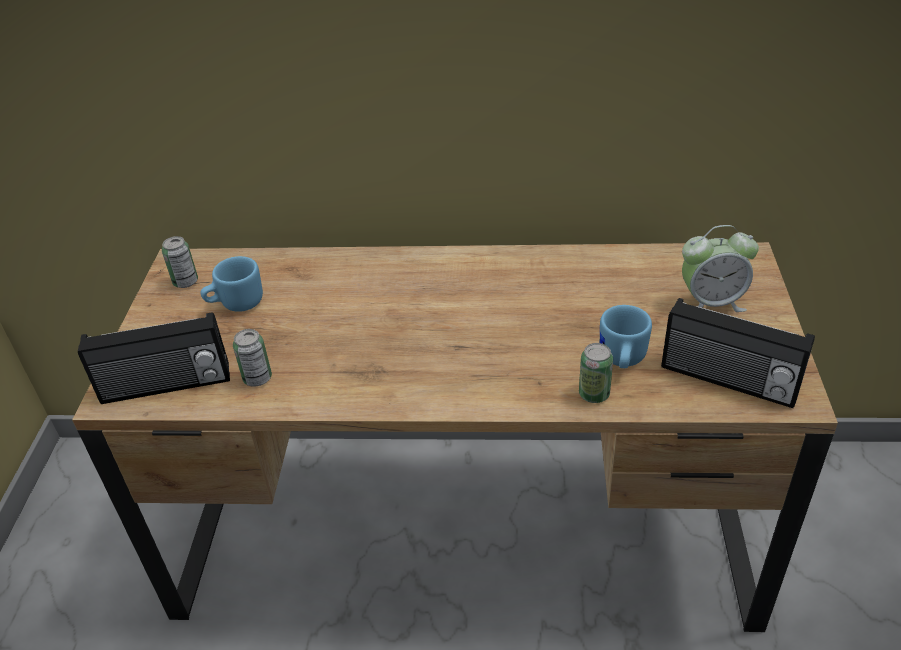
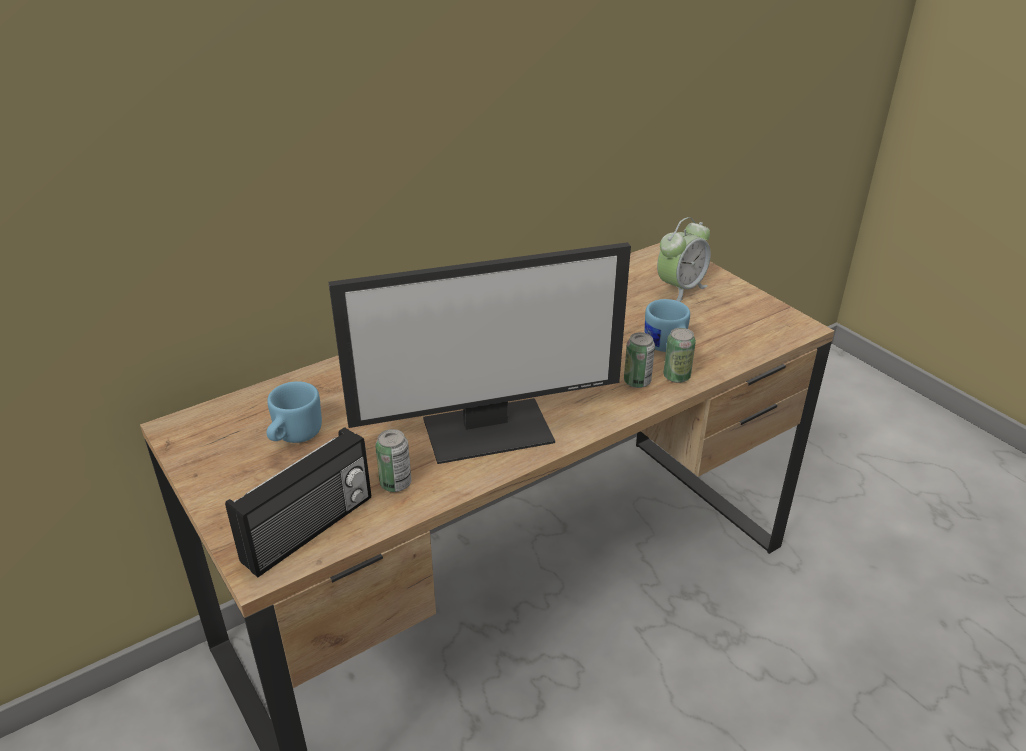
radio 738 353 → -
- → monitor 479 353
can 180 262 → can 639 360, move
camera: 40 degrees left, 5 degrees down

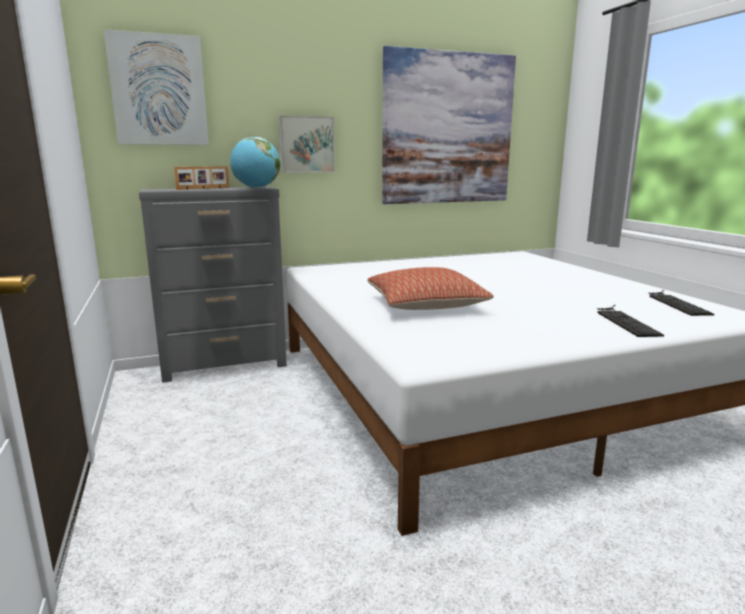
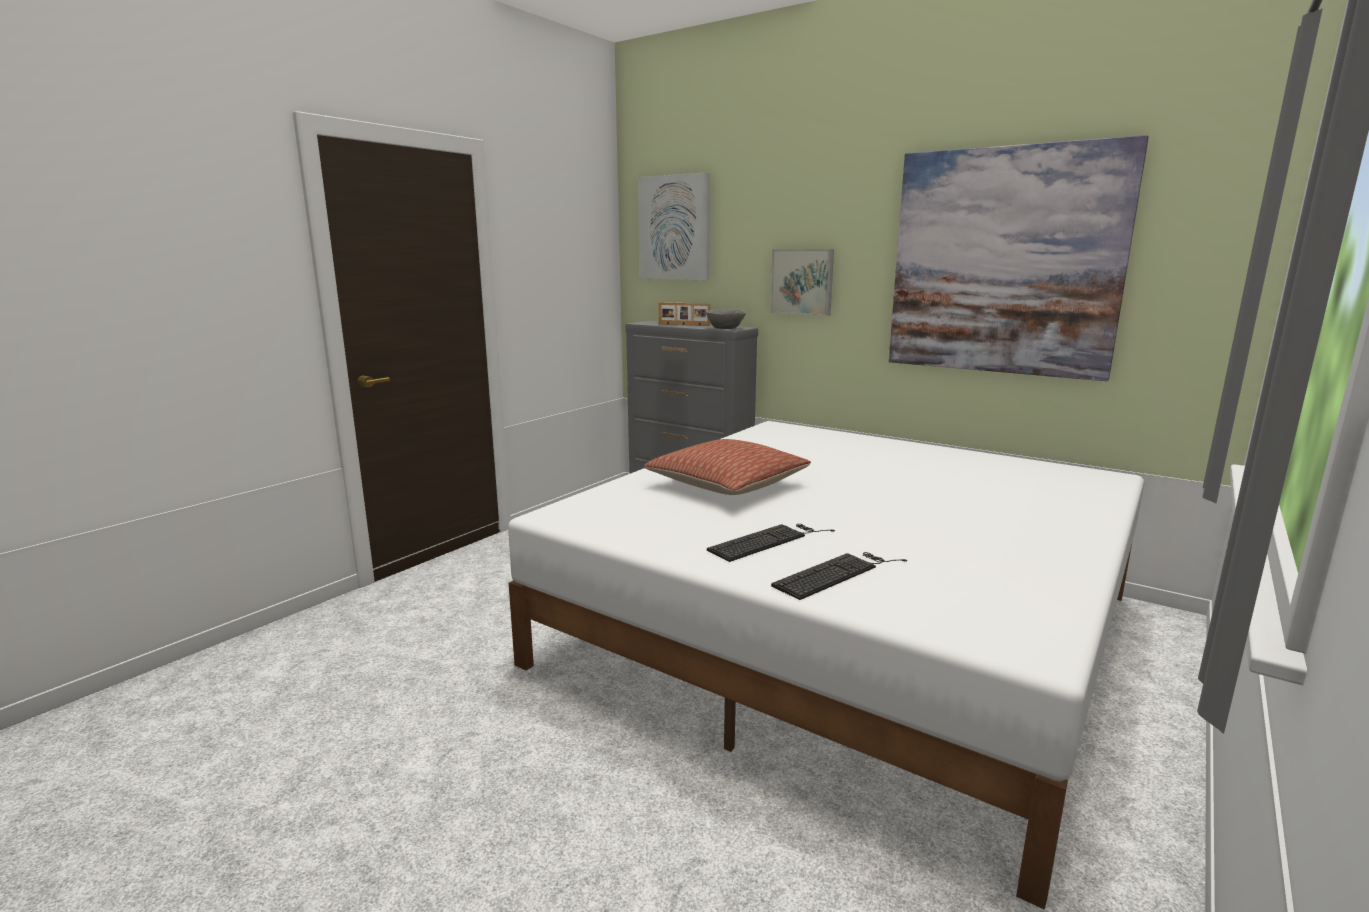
keyboard 681 303 → keyboard 771 543, move
globe 255 162 → bowl (grey) 726 319
camera: 55 degrees right, 0 degrees up

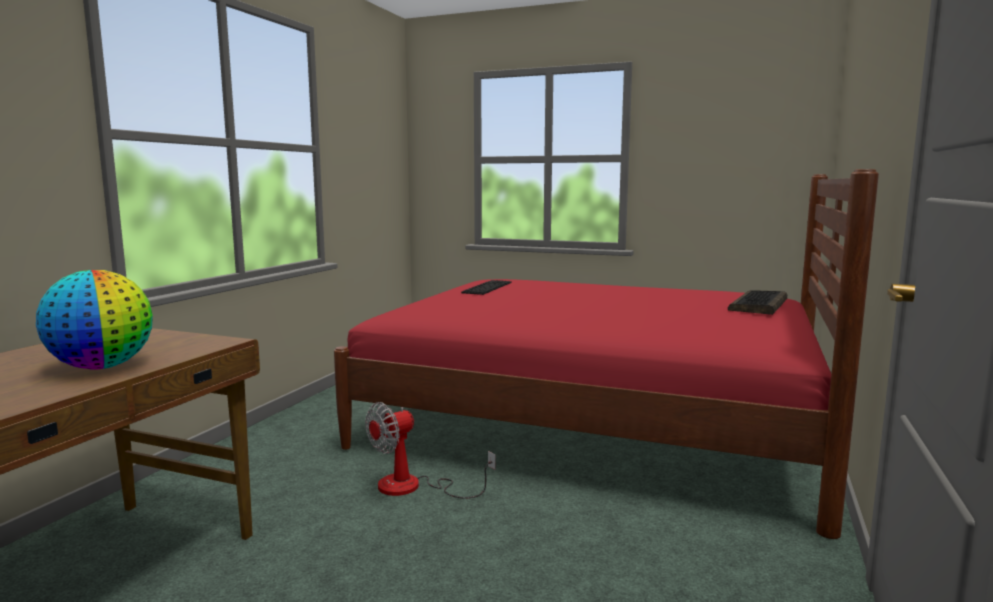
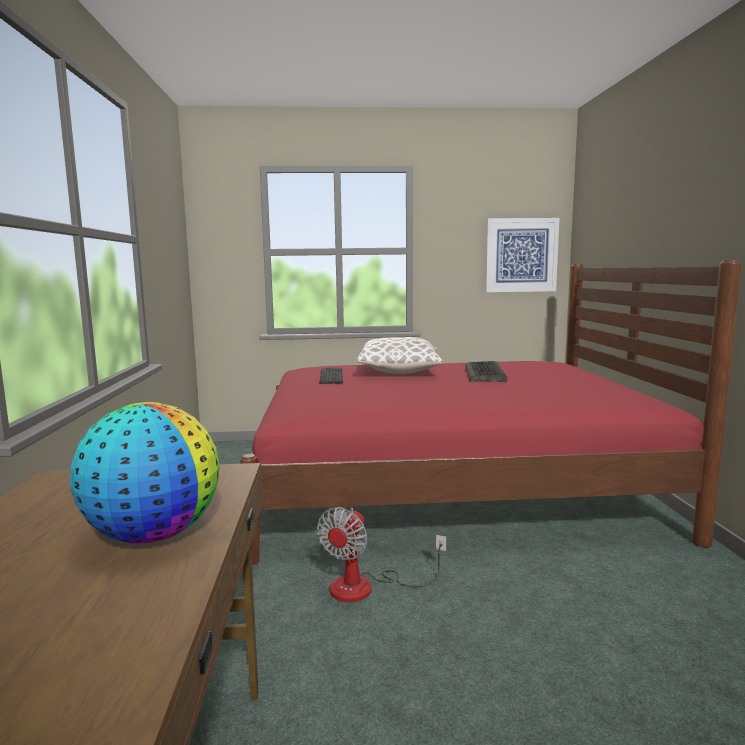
- → pillow 399 355
- → picture 522 255
keyboard 757 302 → keyboard 486 371, move
camera: 25 degrees left, 0 degrees up

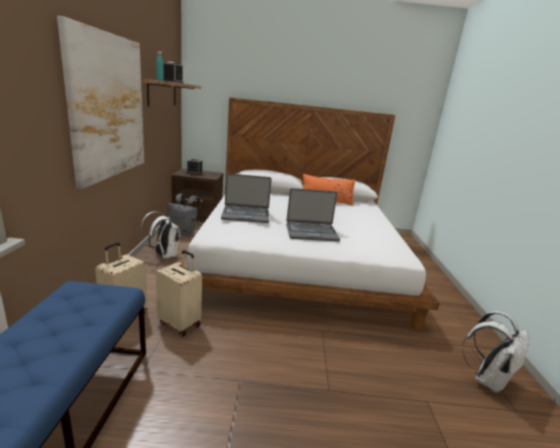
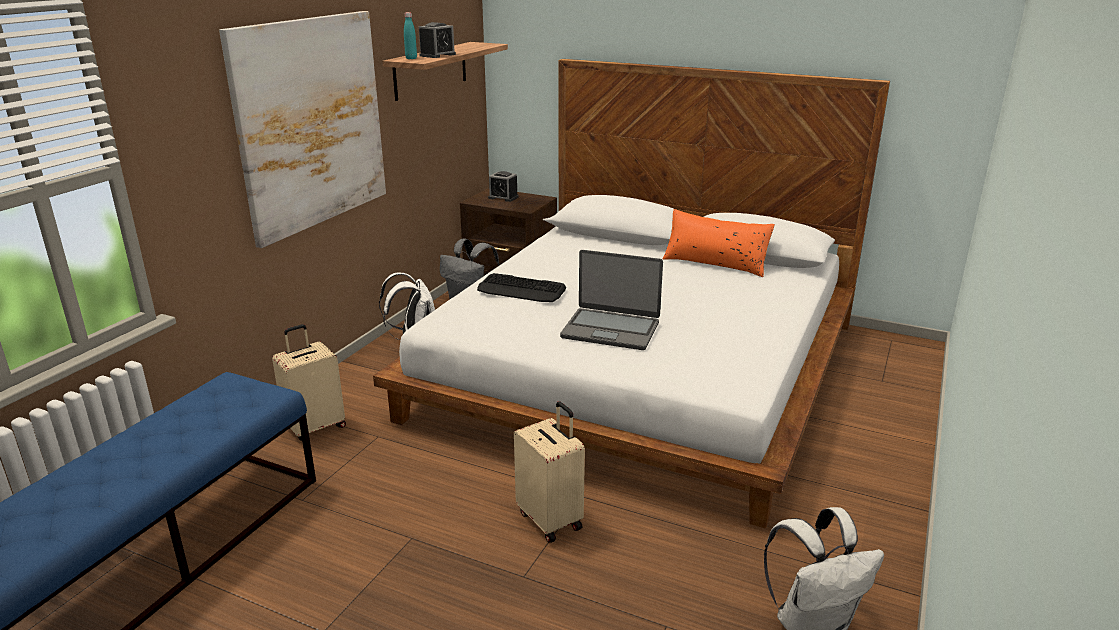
suitcase (beige) 178 293 → suitcase (beige) 549 472, move
laptop 246 198 → keyboard 521 287
camera: 25 degrees right, 5 degrees up

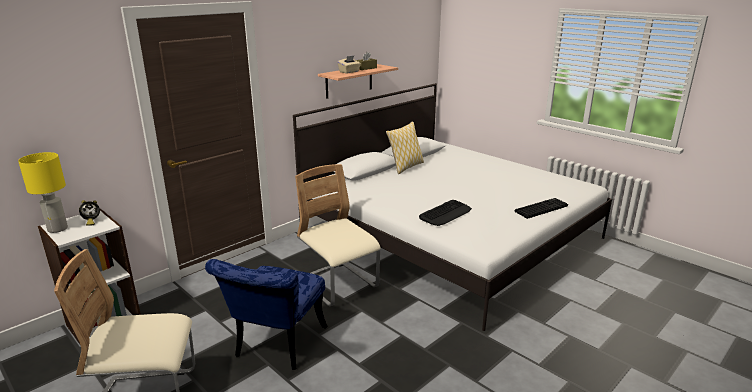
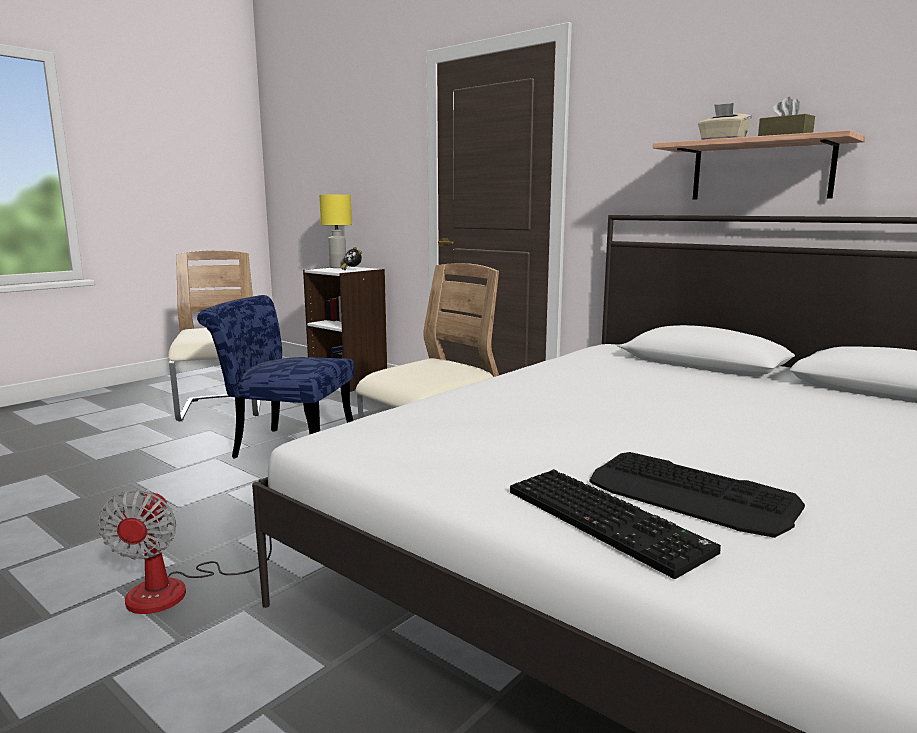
pillow 405 148 → -
- → fan 184 551
keyboard 445 213 → keyboard 697 495, move
camera: 85 degrees right, 10 degrees down

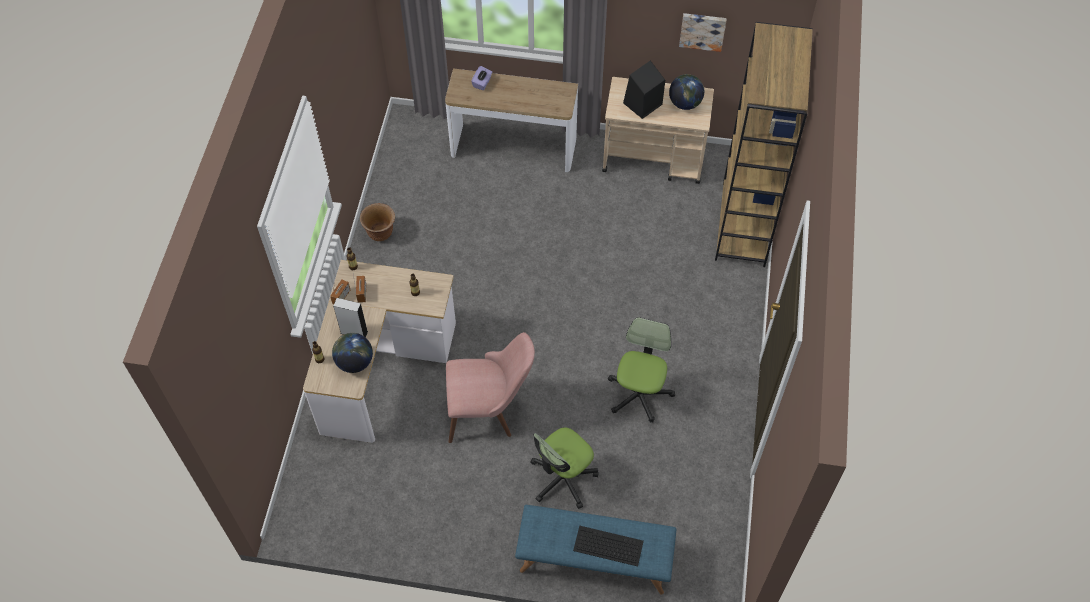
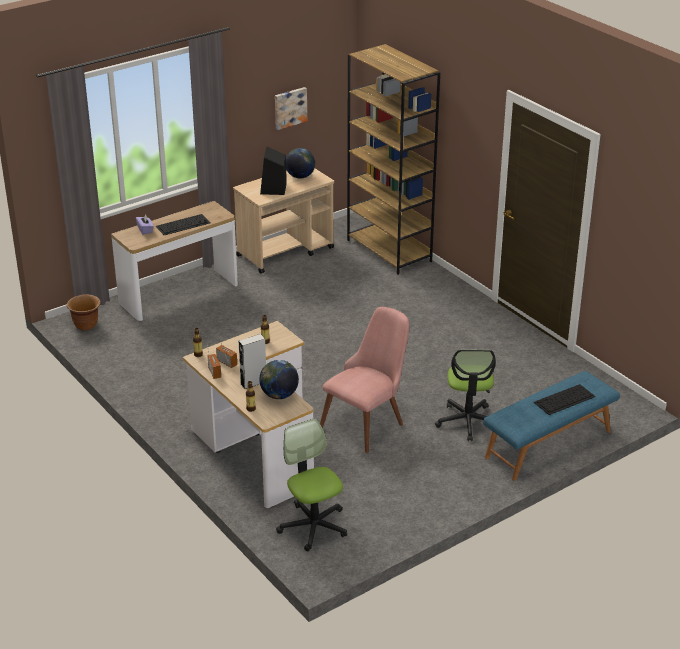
- → keyboard 183 224
planter (brown) 377 222 → planter (brown) 84 312, move
office chair 641 369 → office chair 311 485, move
camera: 45 degrees left, 25 degrees down

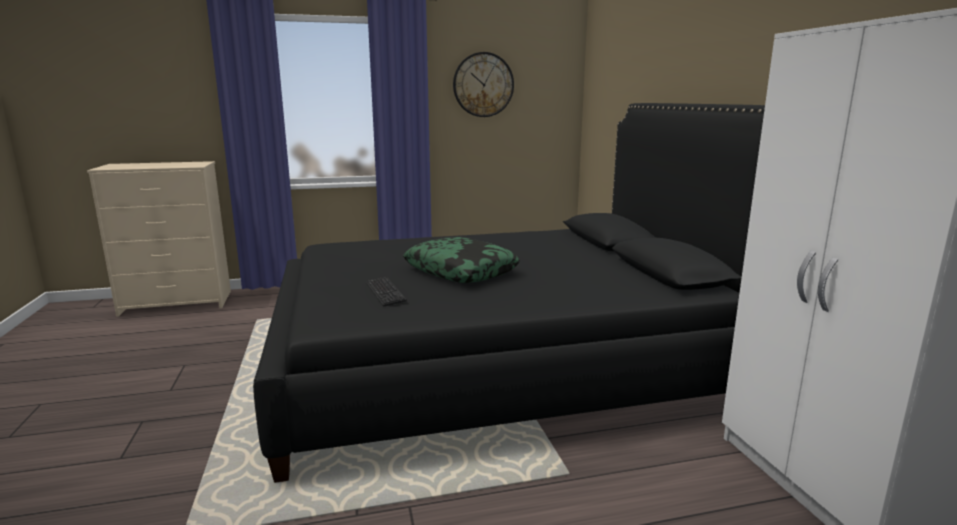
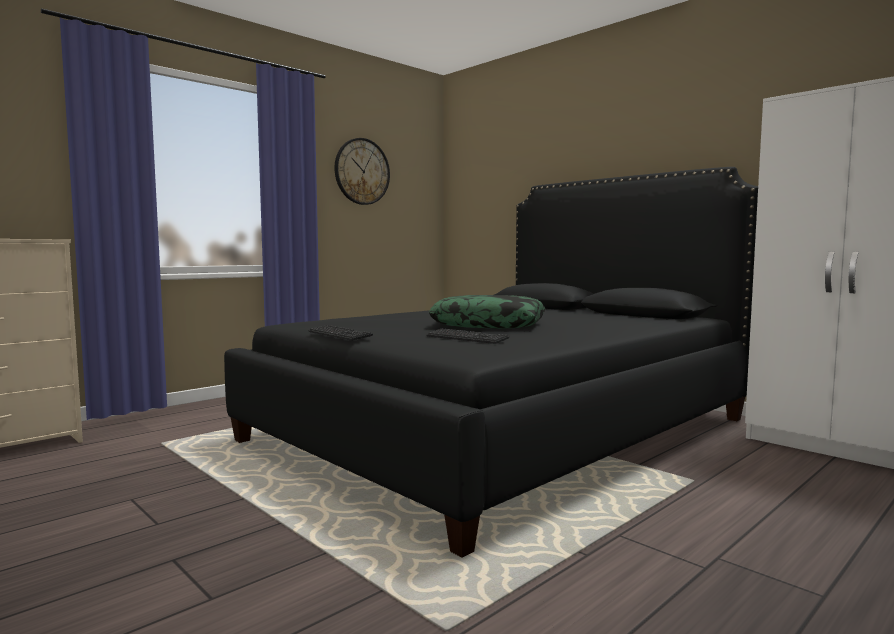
- → keyboard 340 333
camera: 30 degrees left, 10 degrees down

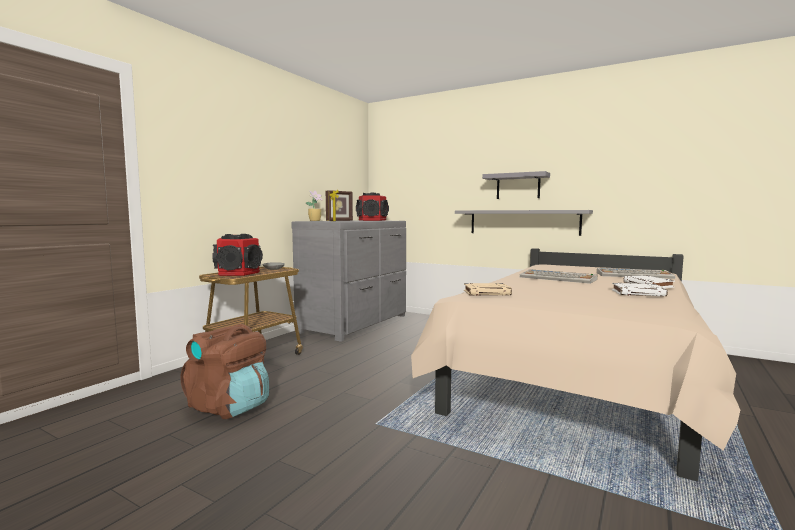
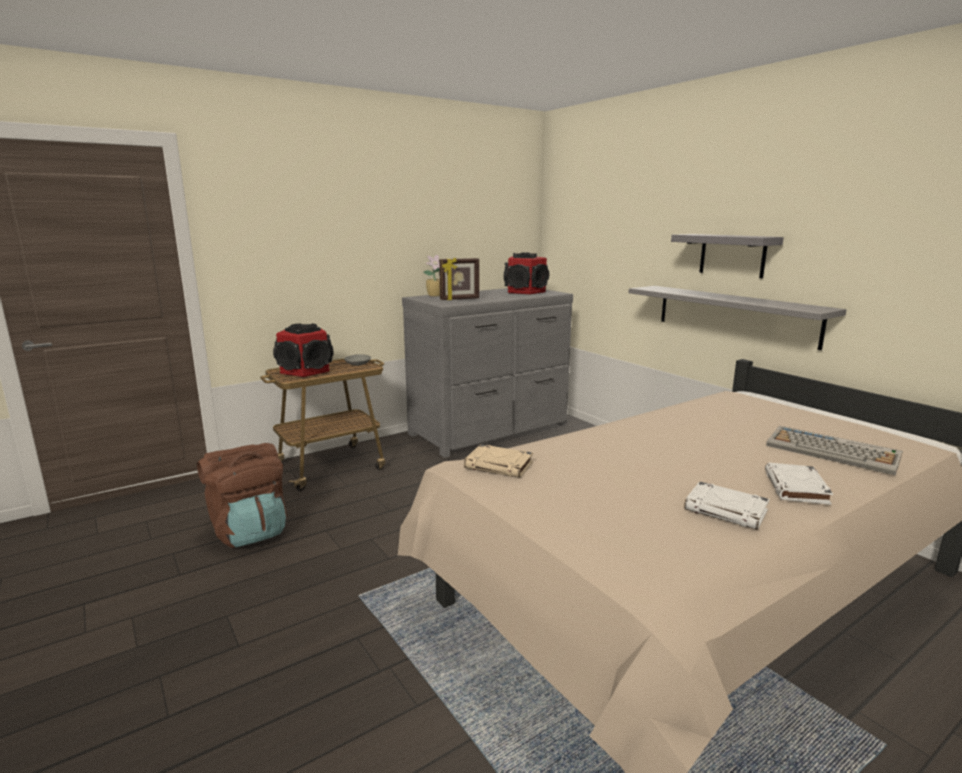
keyboard 558 276 → -
camera: 25 degrees right, 10 degrees up

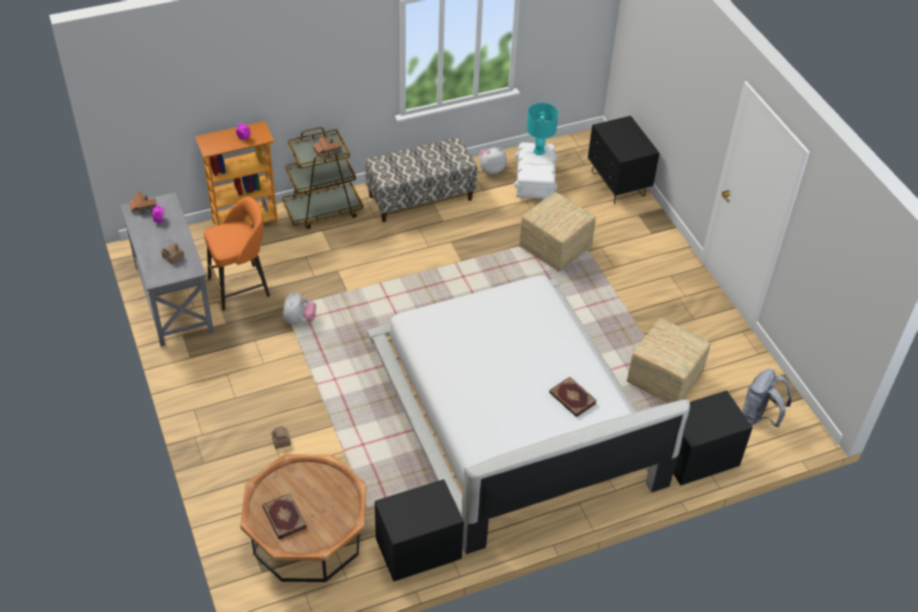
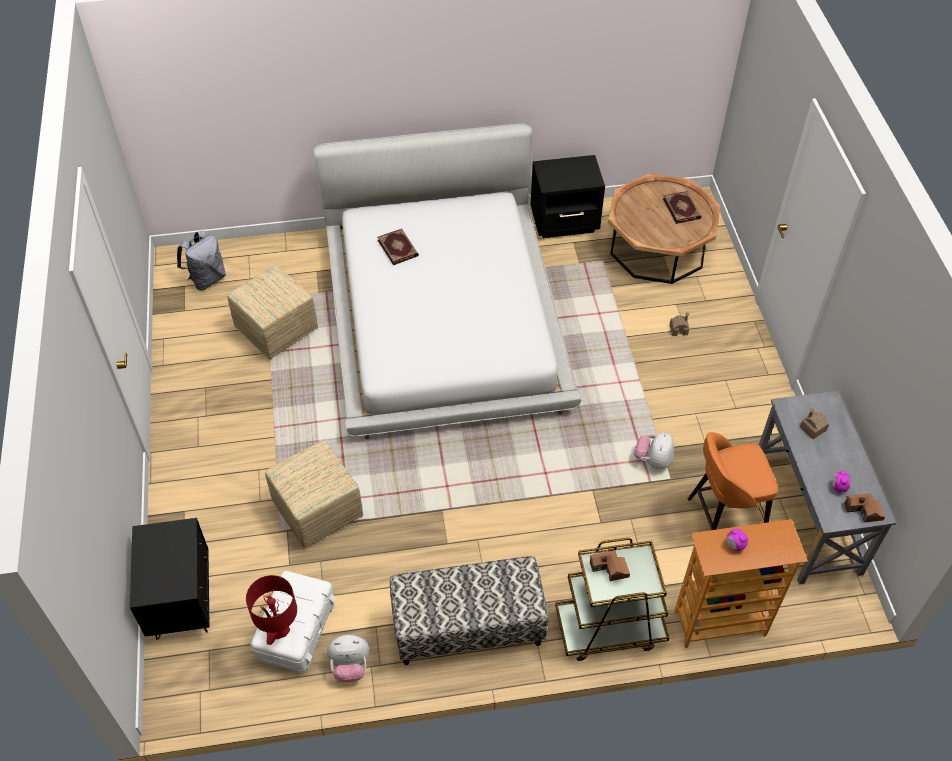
nightstand (black) 713 438 → -
table lamp (turquoise) 542 129 → table lamp (red) 271 610
camera: 165 degrees left, 5 degrees up

